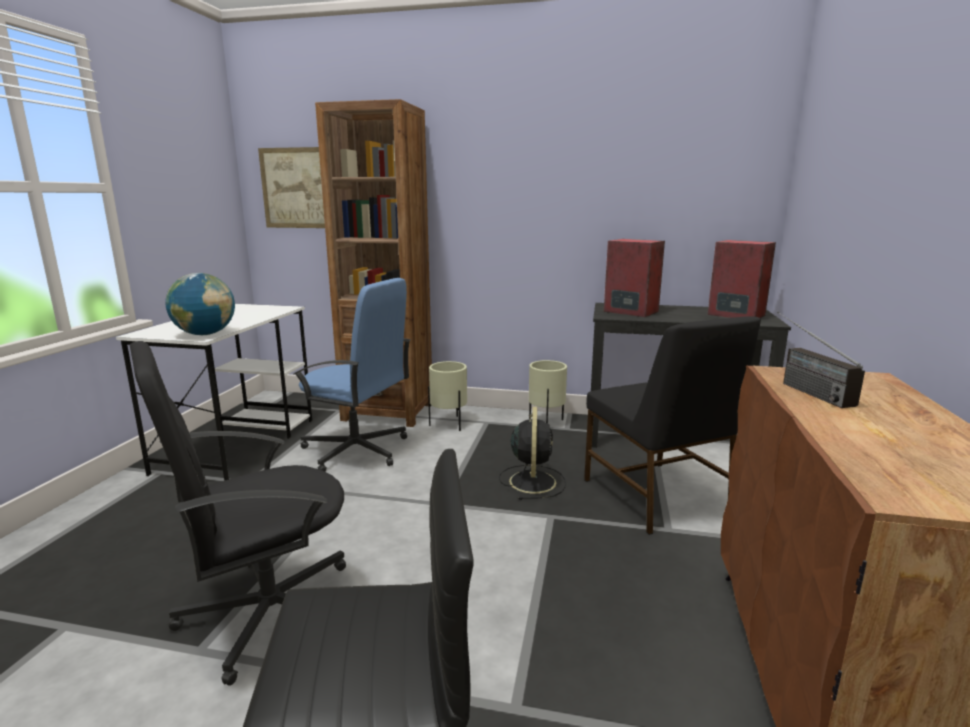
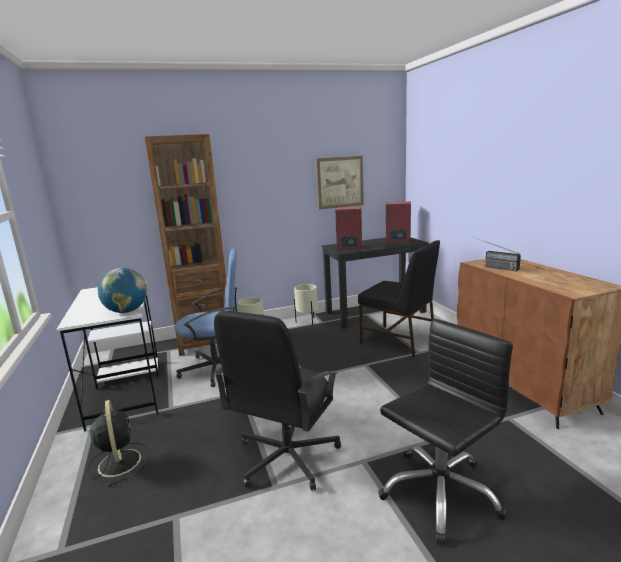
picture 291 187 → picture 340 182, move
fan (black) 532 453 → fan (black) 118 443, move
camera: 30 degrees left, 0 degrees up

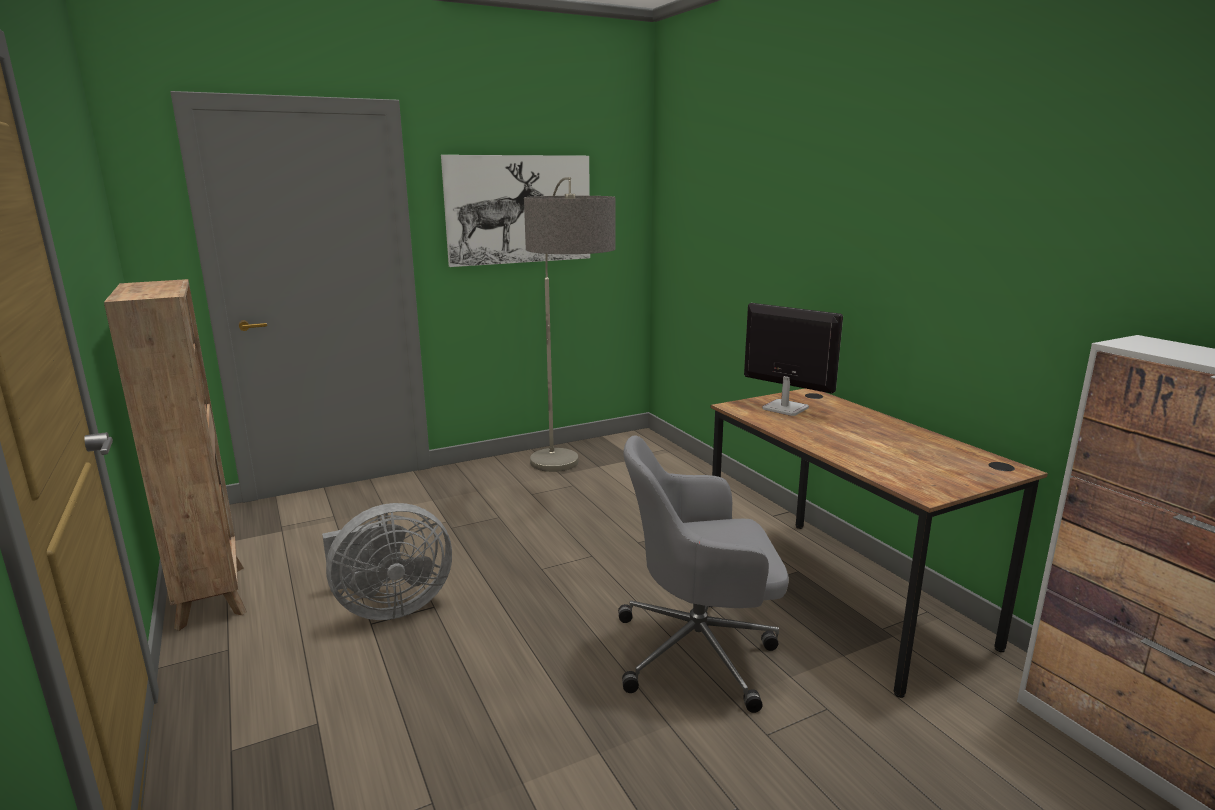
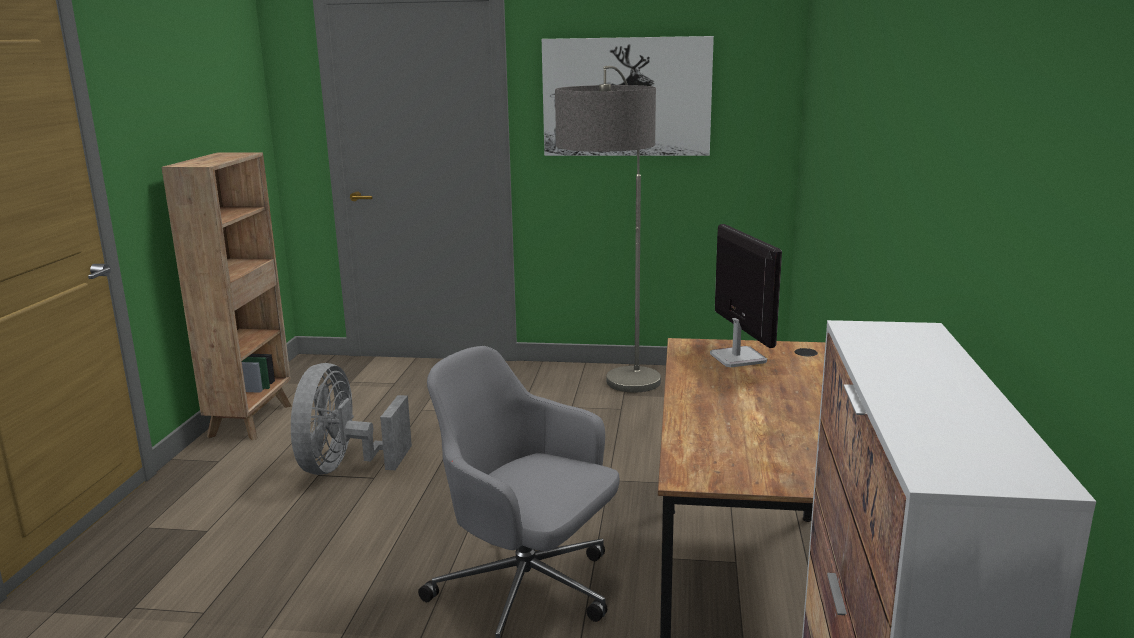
fan (grey) 387 561 → fan (grey) 351 419, 90 degrees clockwise
camera: 35 degrees right, 0 degrees up

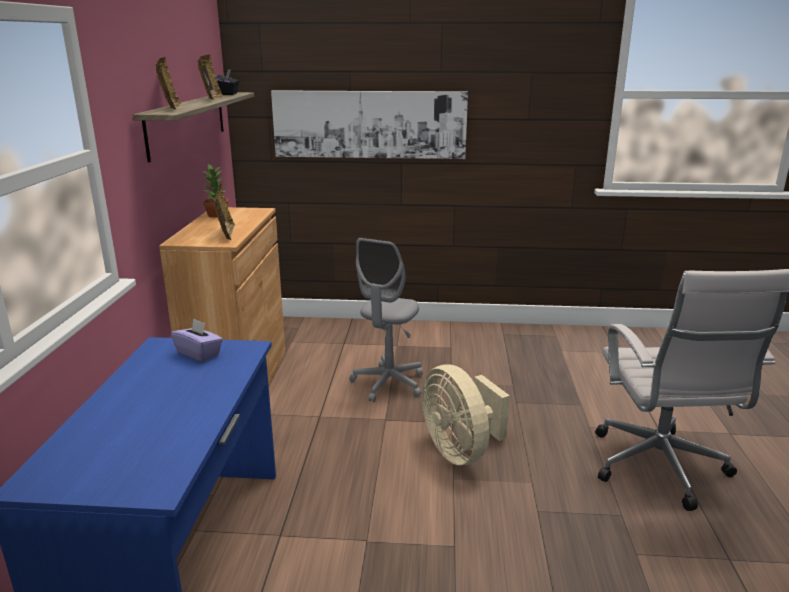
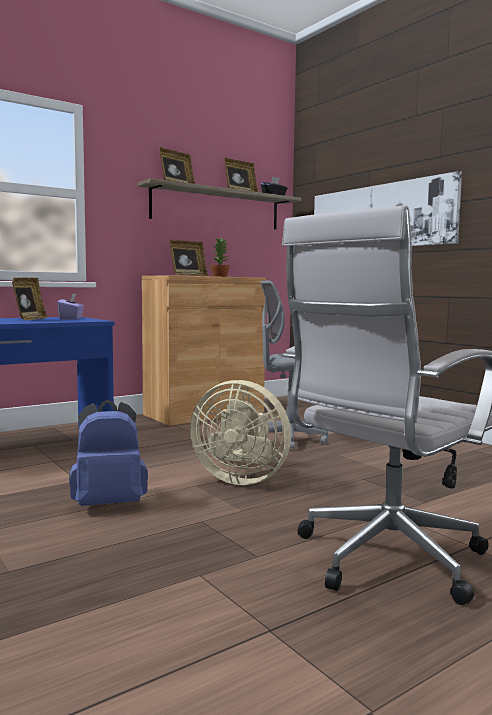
- → picture frame 30 298
- → backpack (blue) 108 453
fan (beige) 466 414 → fan (beige) 240 432, 90 degrees counterclockwise
camera: 50 degrees right, 15 degrees down

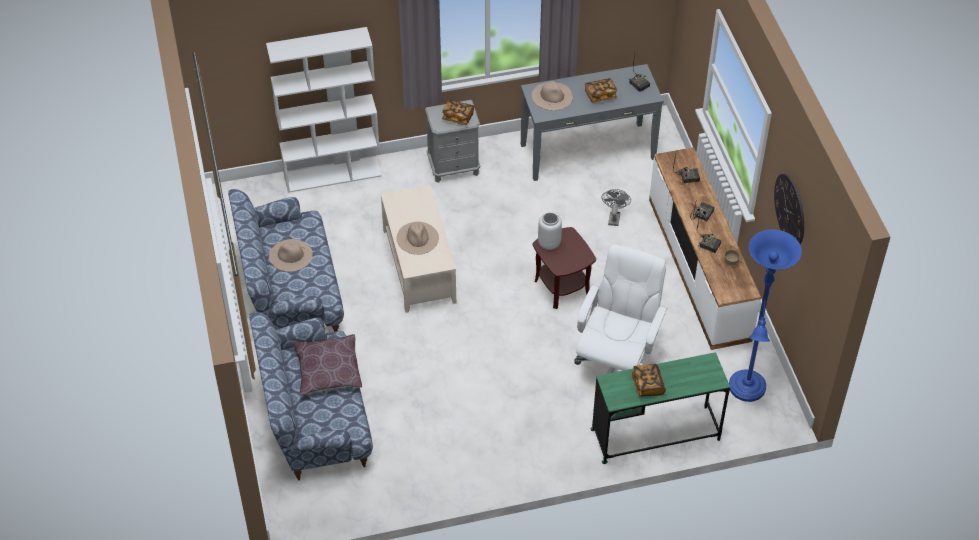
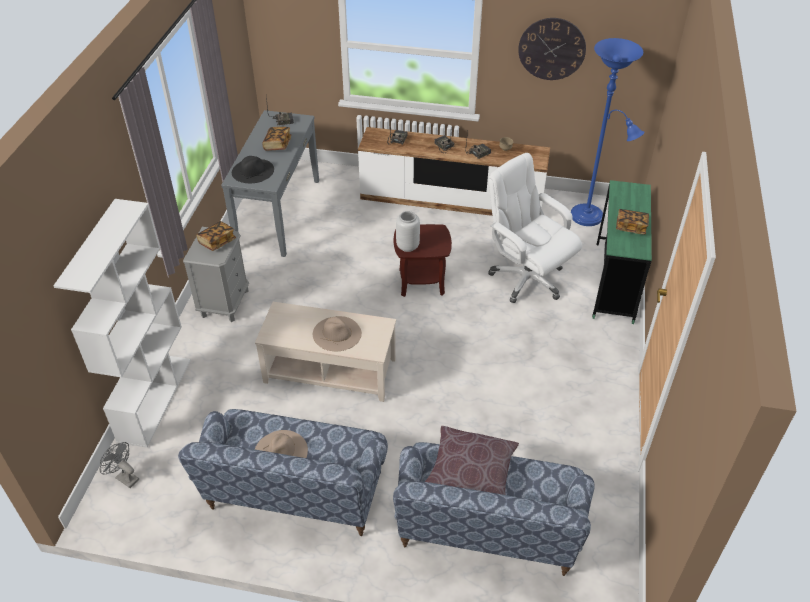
fan (grey) 616 207 → fan (grey) 119 465, move
hat (beige) 552 95 → hat (black) 253 169
camera: 65 degrees left, 5 degrees down

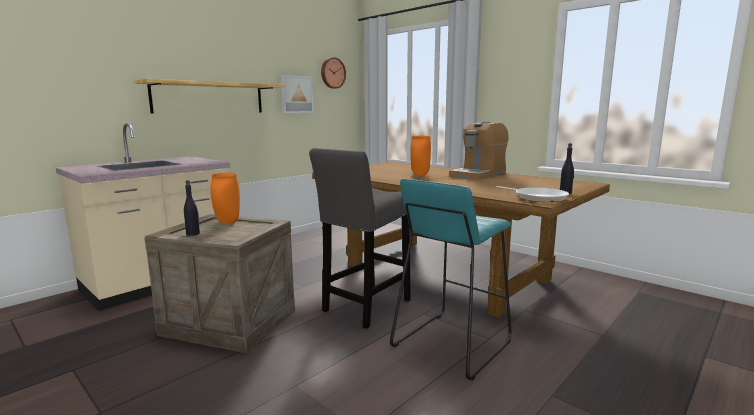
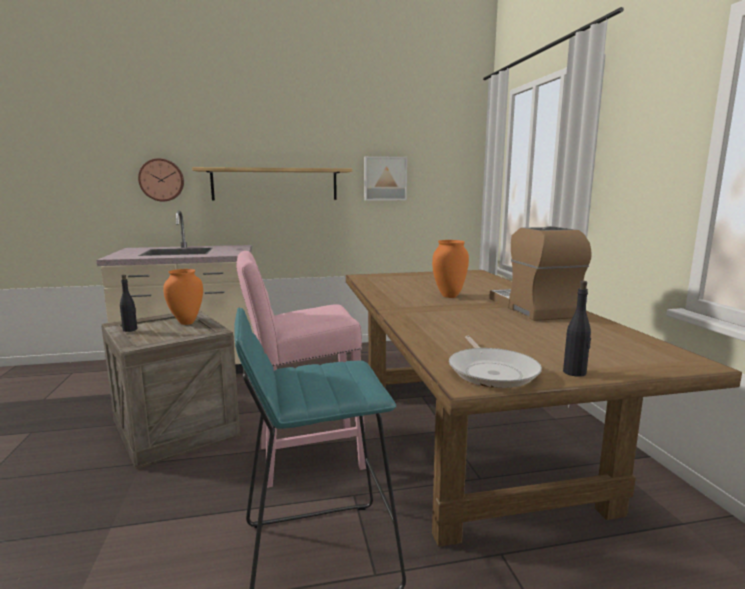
wall clock 333 73 → wall clock 161 180, move
stool (grey) 360 238 → stool (pink) 301 369
coffee machine 479 151 → coffee machine 540 273, 90 degrees clockwise
camera: 35 degrees right, 0 degrees up

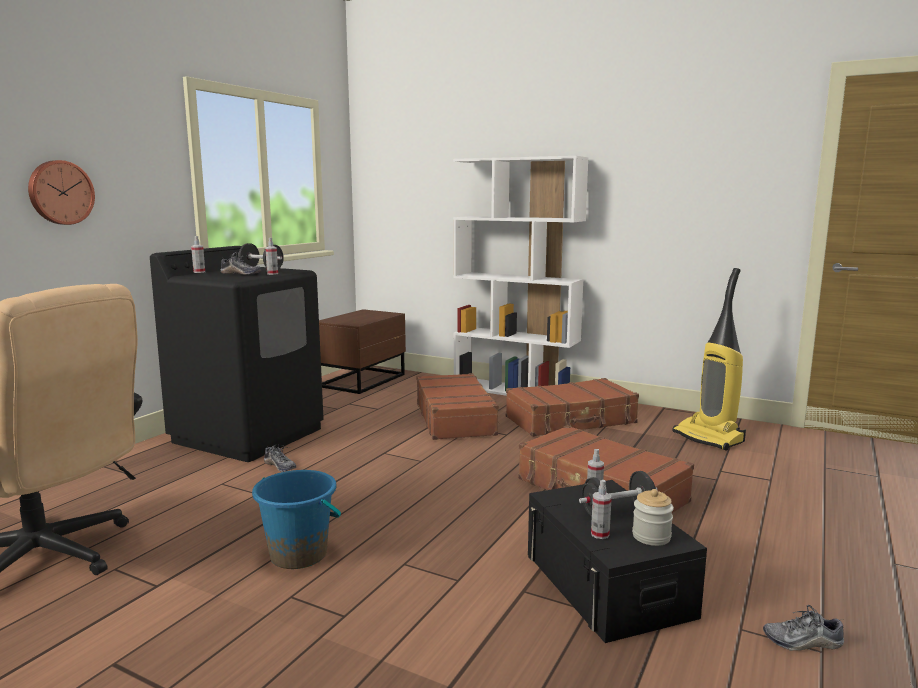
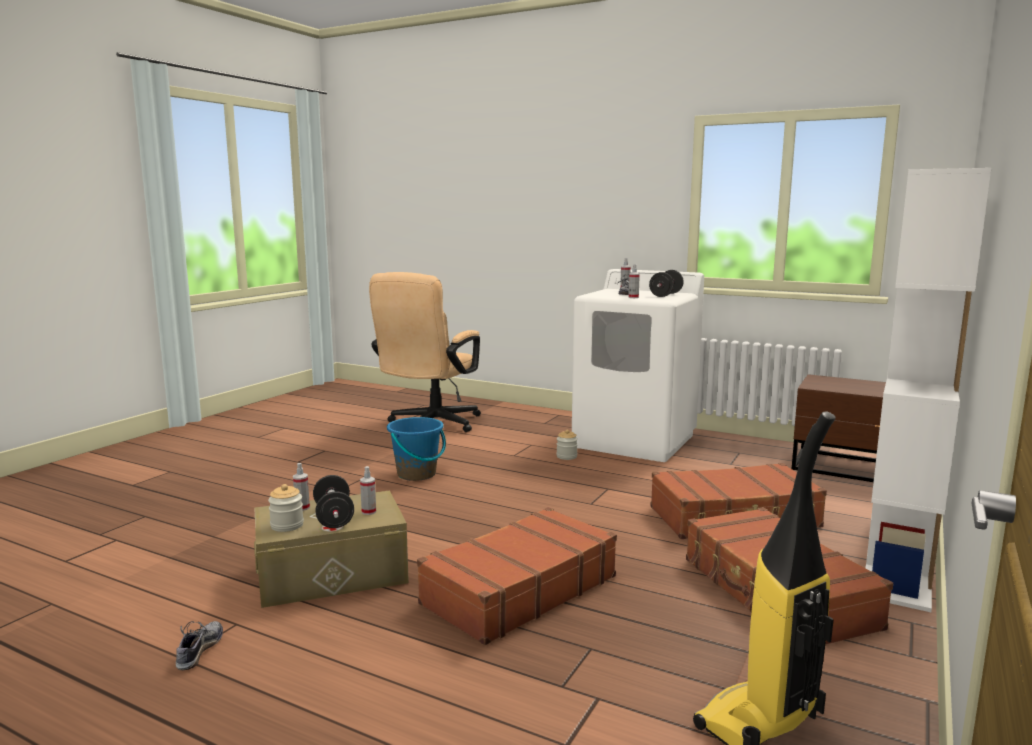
wall clock 61 192 → -
shoe 280 458 → jar 567 445
washing machine (black) 237 354 → washing machine (white) 638 365
storage box (black) 617 561 → storage box (beige) 331 549
camera: 90 degrees right, 0 degrees up

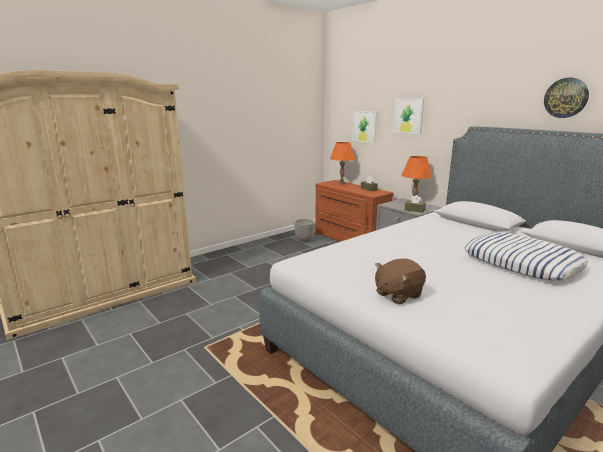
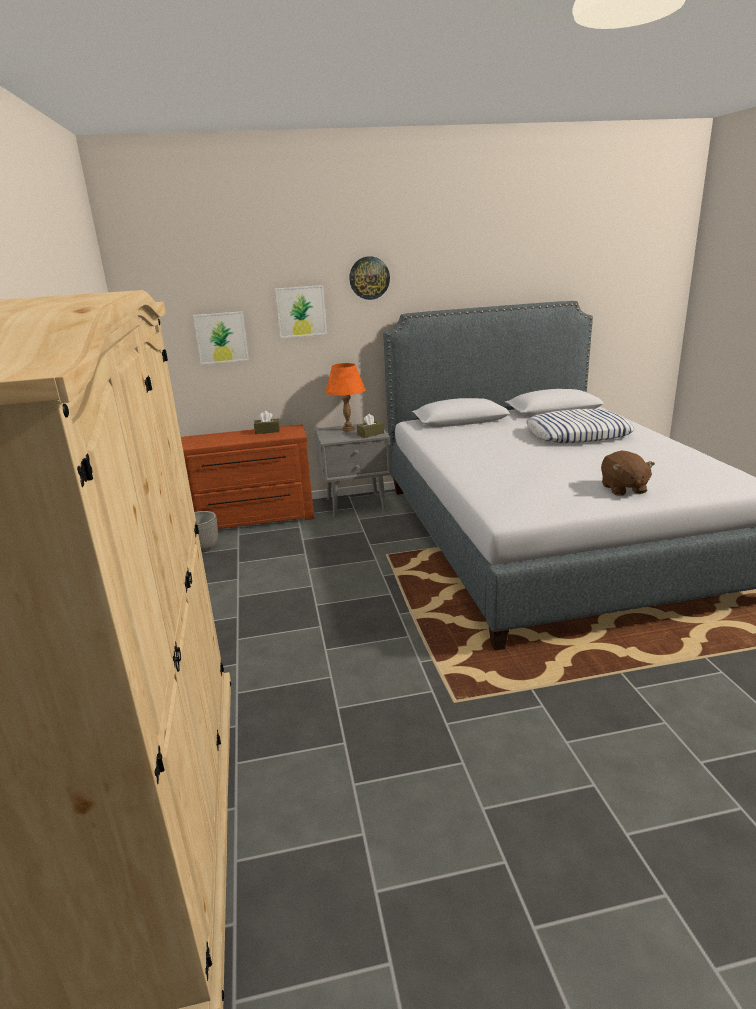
table lamp (orange) 342 163 → -
wall clock 566 98 → wall clock 369 278, move
camera: 60 degrees left, 5 degrees up

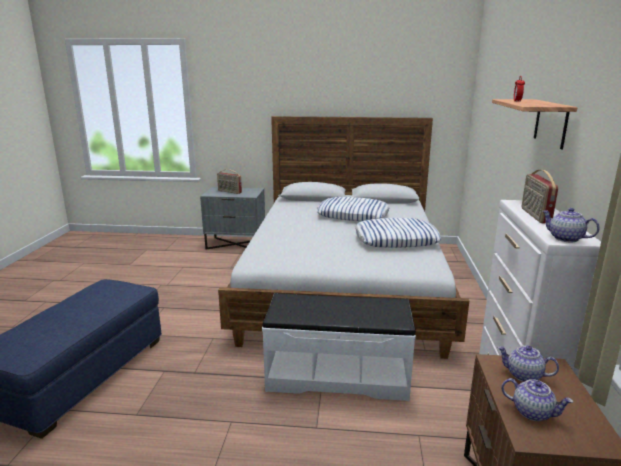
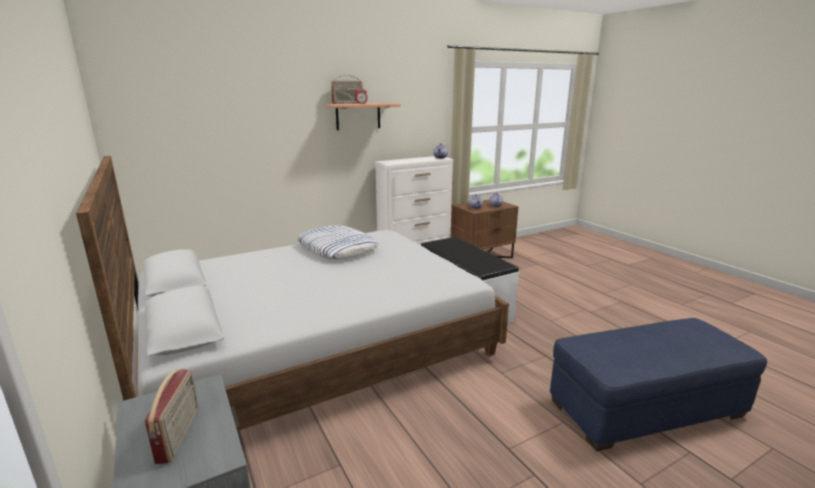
pillow 353 209 → -
radio 539 196 → radio 347 89, move
camera: 125 degrees left, 0 degrees up

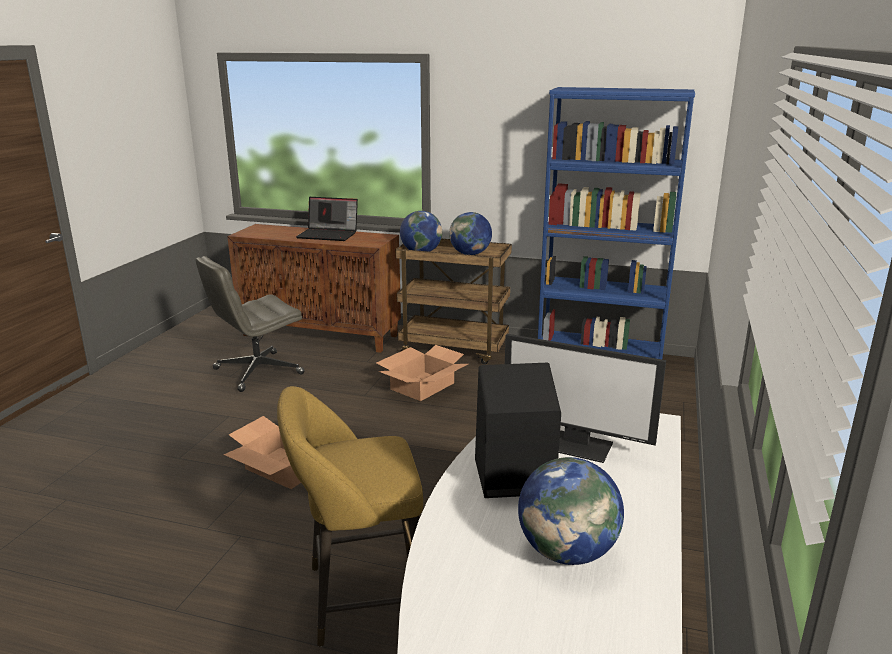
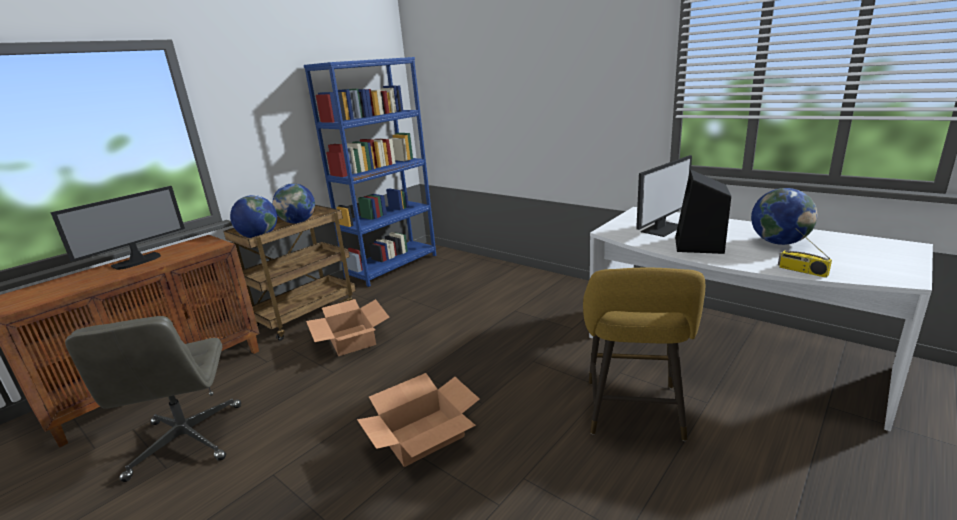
- → radio 805 253
laptop 327 219 → monitor 117 228
camera: 65 degrees left, 0 degrees up

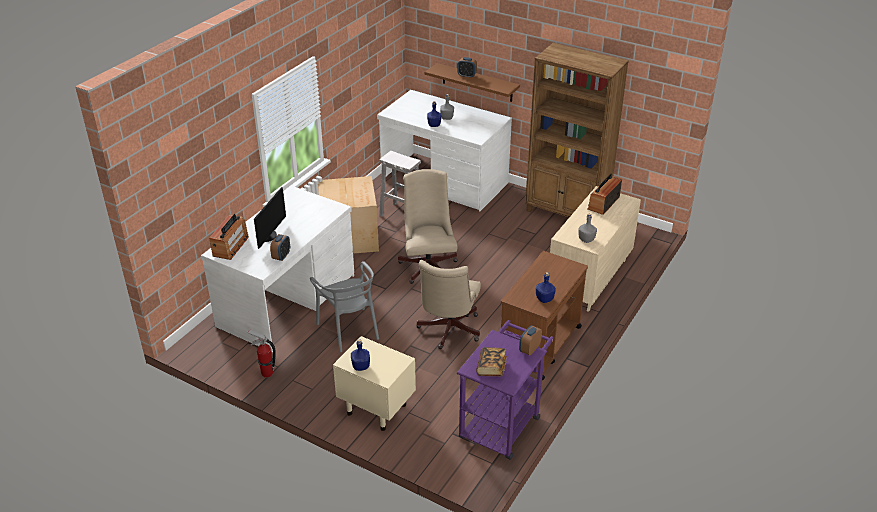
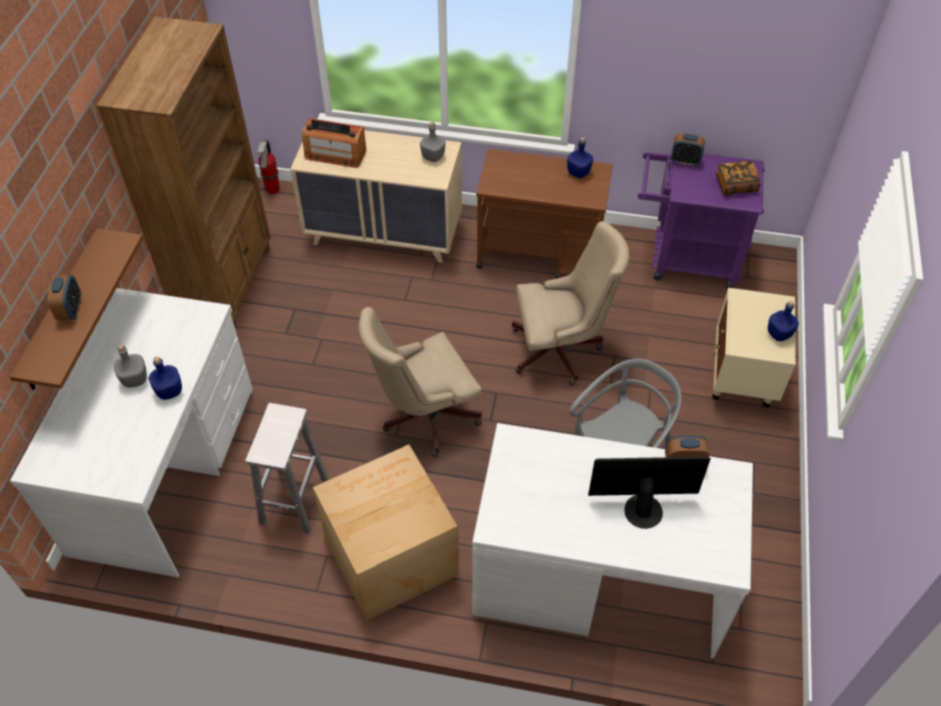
radio 229 237 → -
fire extinguisher 261 353 → fire extinguisher 268 167, move
camera: 110 degrees left, 15 degrees up

